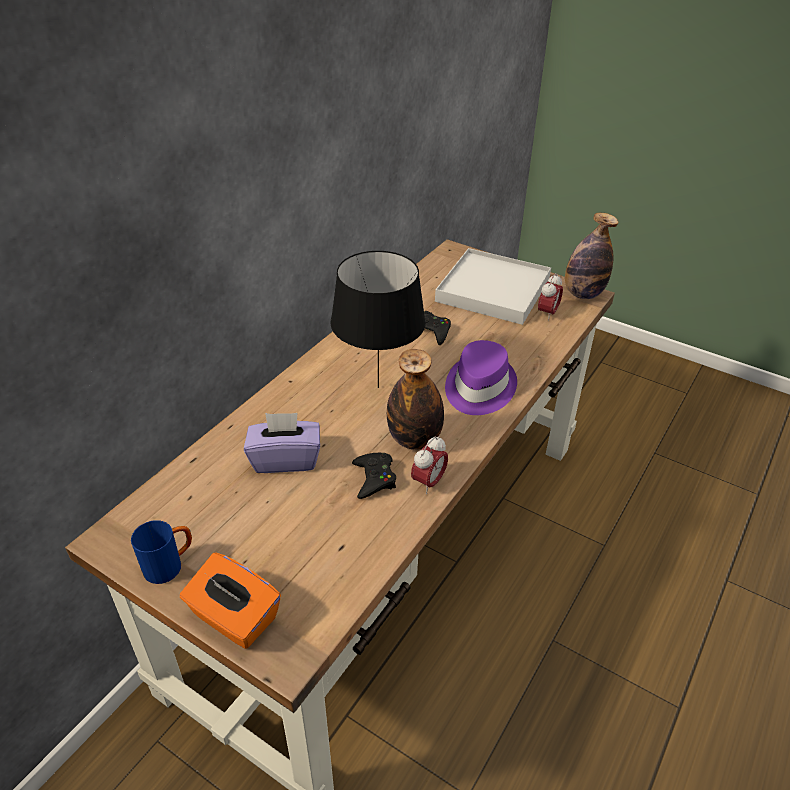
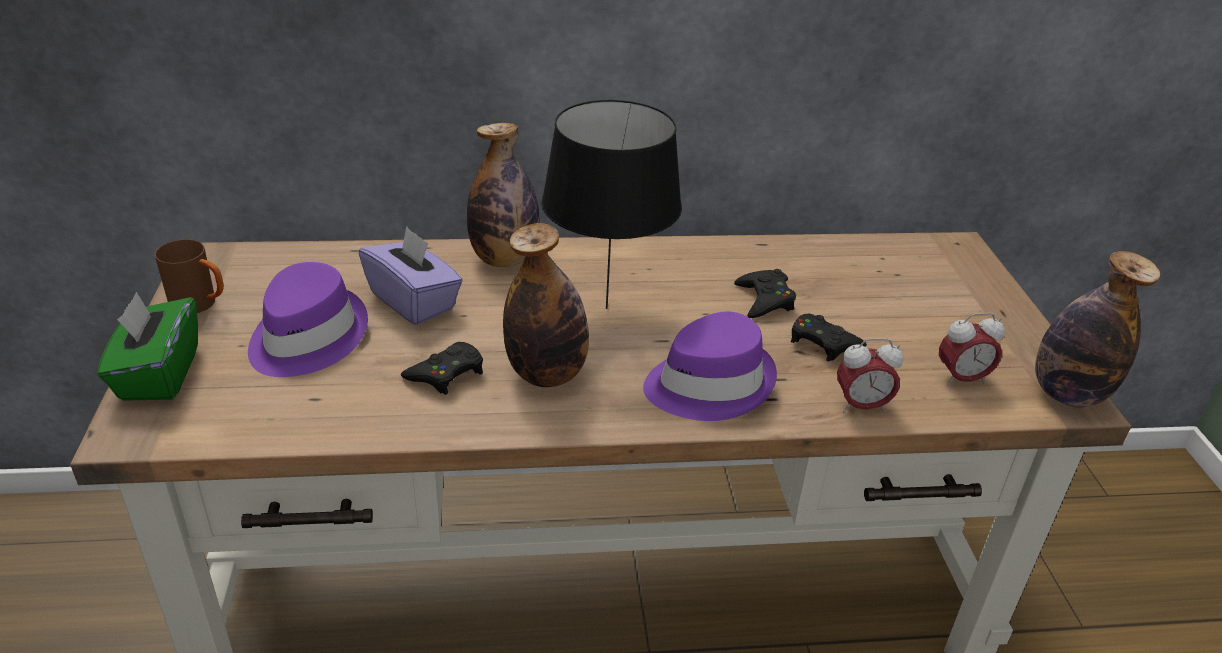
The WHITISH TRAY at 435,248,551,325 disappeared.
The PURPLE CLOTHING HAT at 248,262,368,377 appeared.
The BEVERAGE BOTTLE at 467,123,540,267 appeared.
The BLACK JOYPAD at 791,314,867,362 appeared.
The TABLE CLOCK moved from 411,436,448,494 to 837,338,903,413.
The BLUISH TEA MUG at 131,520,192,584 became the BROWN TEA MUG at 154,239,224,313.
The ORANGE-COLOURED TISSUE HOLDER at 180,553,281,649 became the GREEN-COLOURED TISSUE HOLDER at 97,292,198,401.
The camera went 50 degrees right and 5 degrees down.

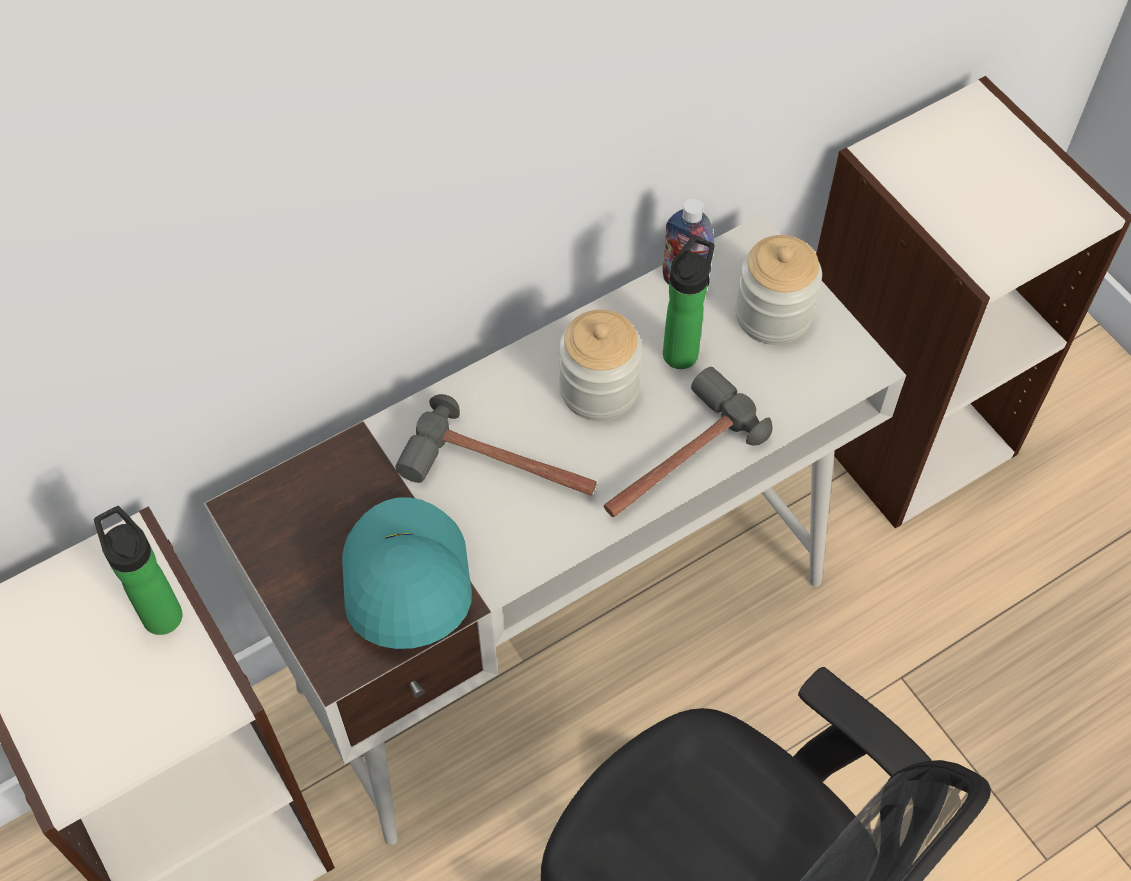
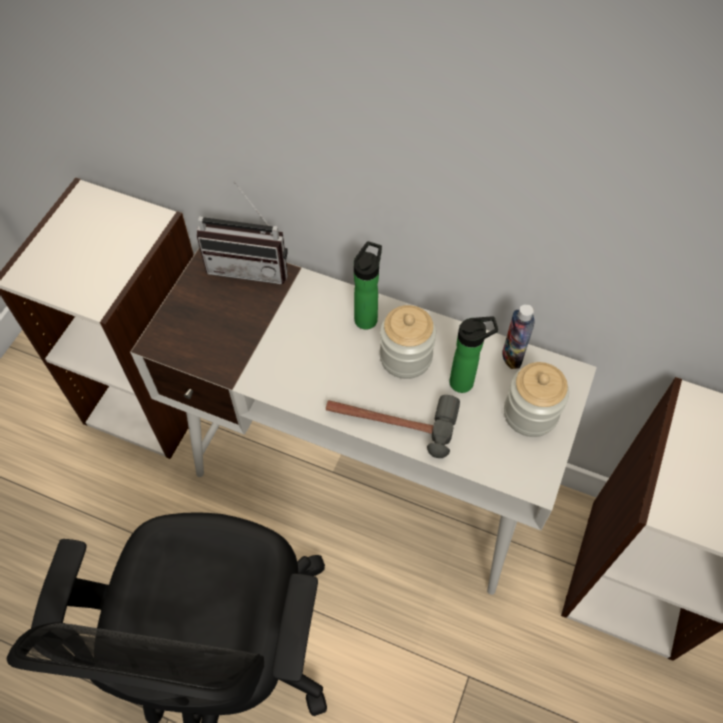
The BLUE-GREEN BASEBALL CAP at 342,497,472,649 disappeared.
The HAND HAMMER at 395,394,597,495 disappeared.
The RADIO at 197,181,288,284 appeared.
The BEVERAGE BOTTLE moved from 94,506,182,635 to 354,241,382,330.
The camera went 55 degrees right and 0 degrees up.

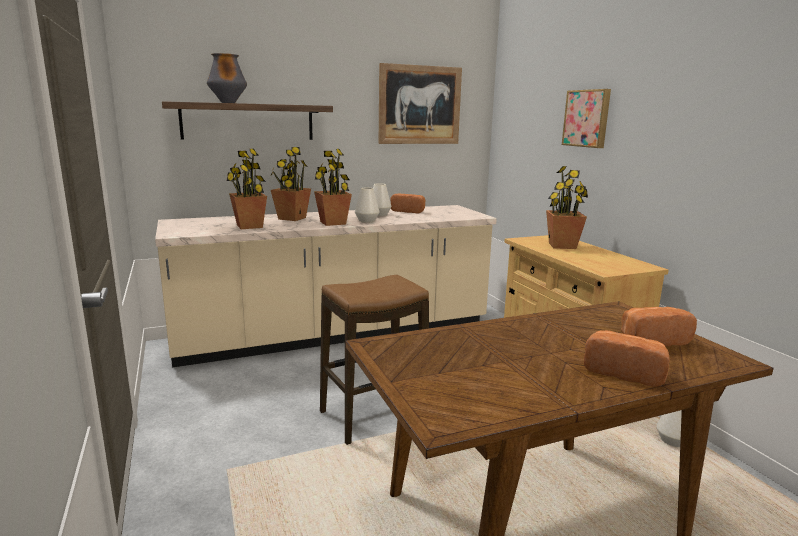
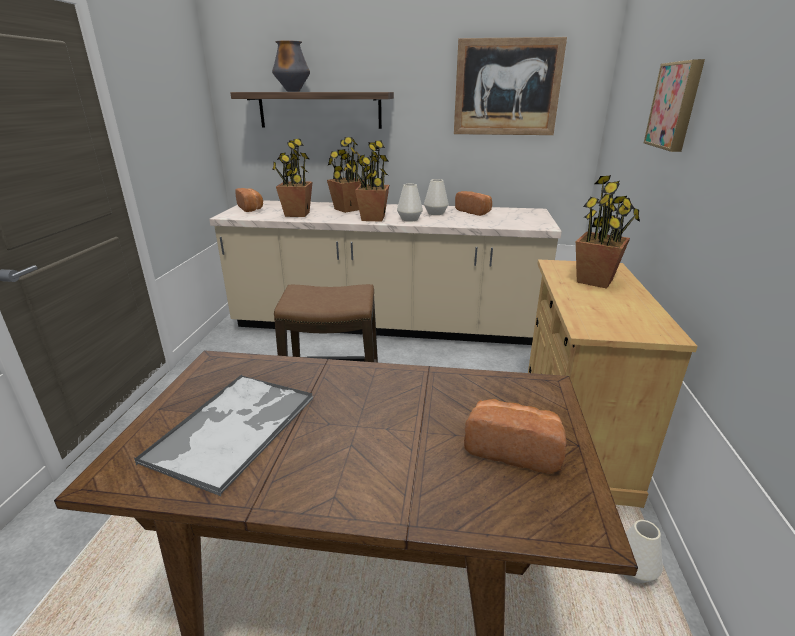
The TRAY at 134,374,314,496 appeared.
The BAKED BREAD moved from 584,330,670,387 to 235,188,263,212.
The camera went 30 degrees right and 10 degrees up.

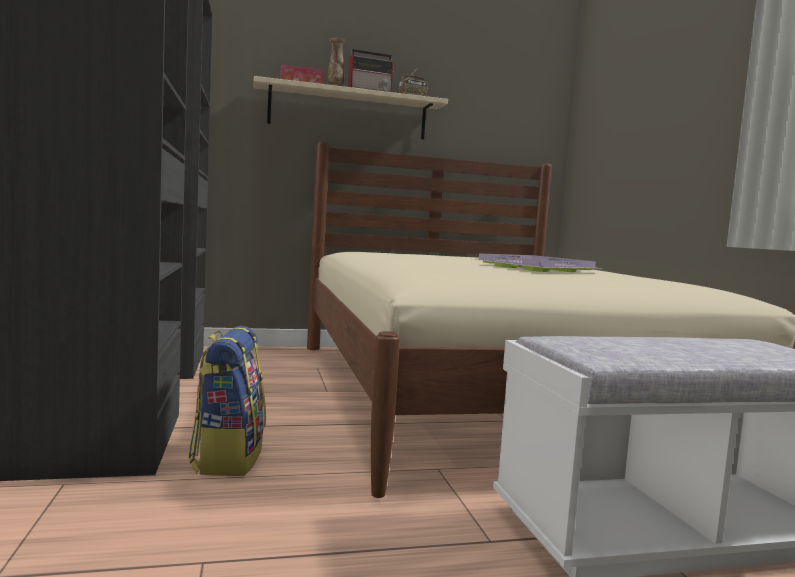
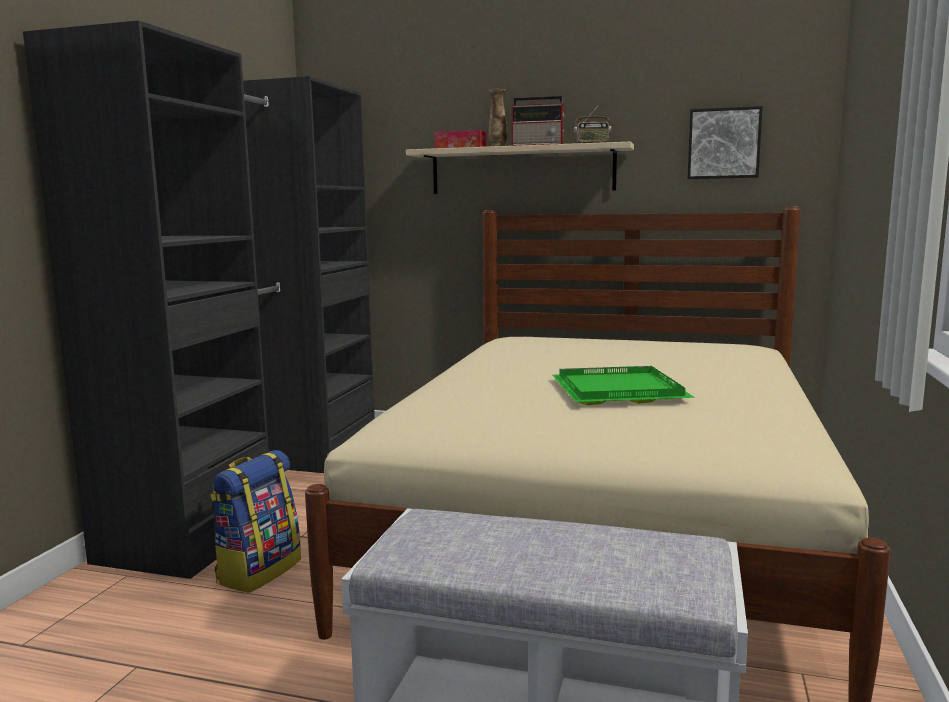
The PICTURE at 688,106,763,179 appeared.
The PURPLE TRAY at 474,253,604,272 became the GREEN-COLOURED TRAY at 552,366,695,405.
The camera went 30 degrees right and 5 degrees up.

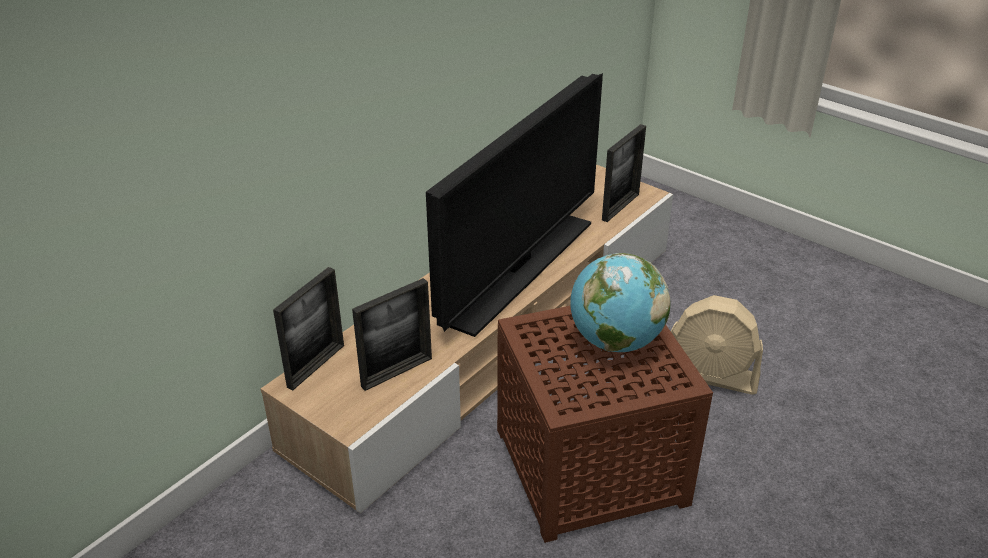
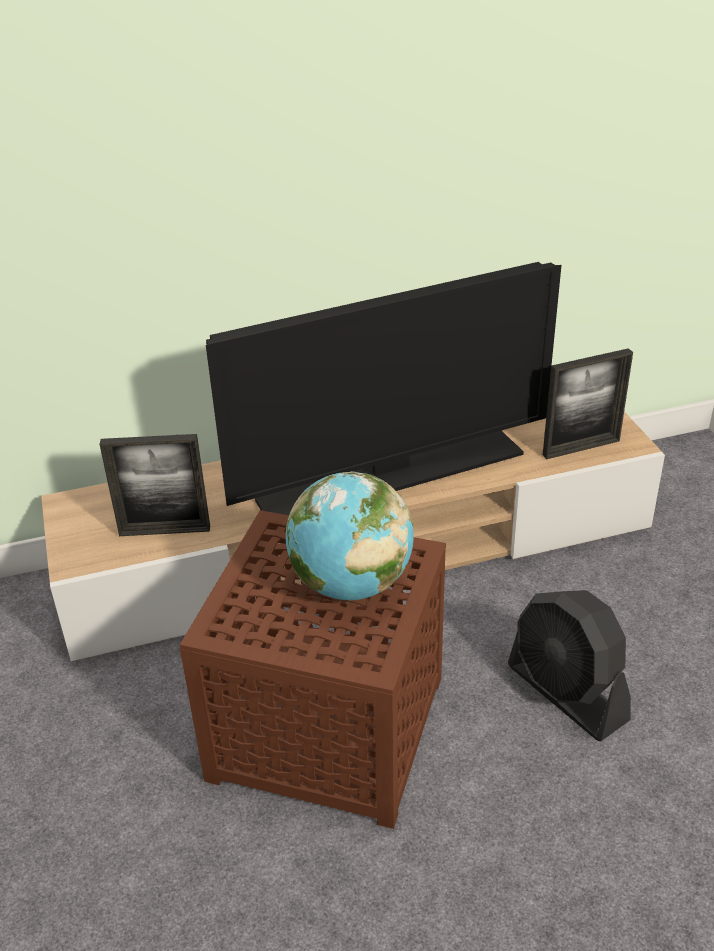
The PICTURE FRAME at 273,267,344,390 disappeared.
The SAND-COLOURED ELECTRIC FAN at 665,295,763,394 became the BLACK ELECTRIC FAN at 508,590,630,741.
The camera went 35 degrees right and 0 degrees up.

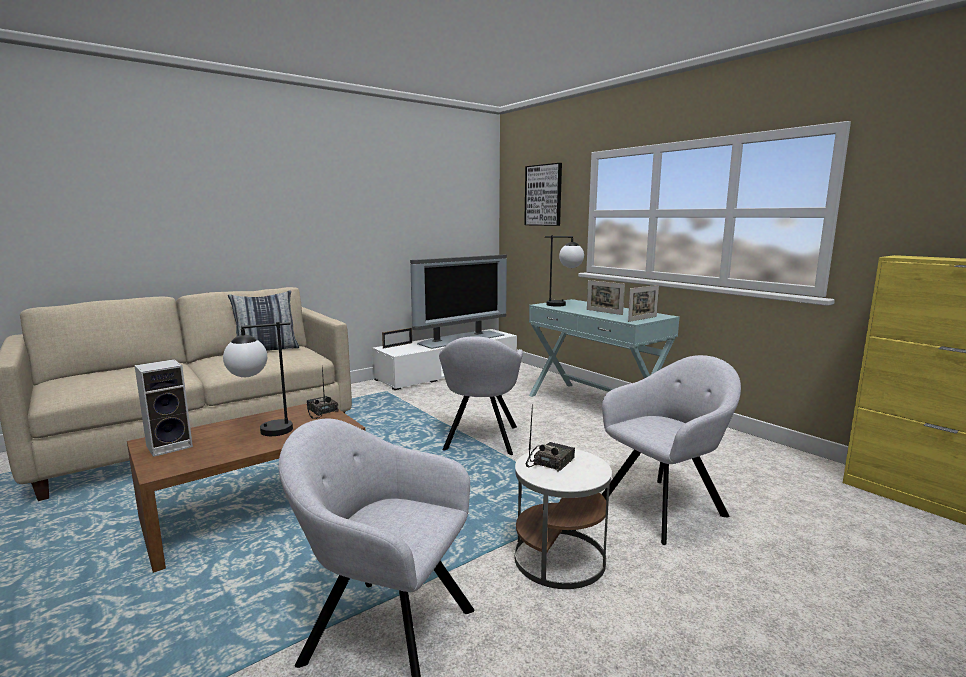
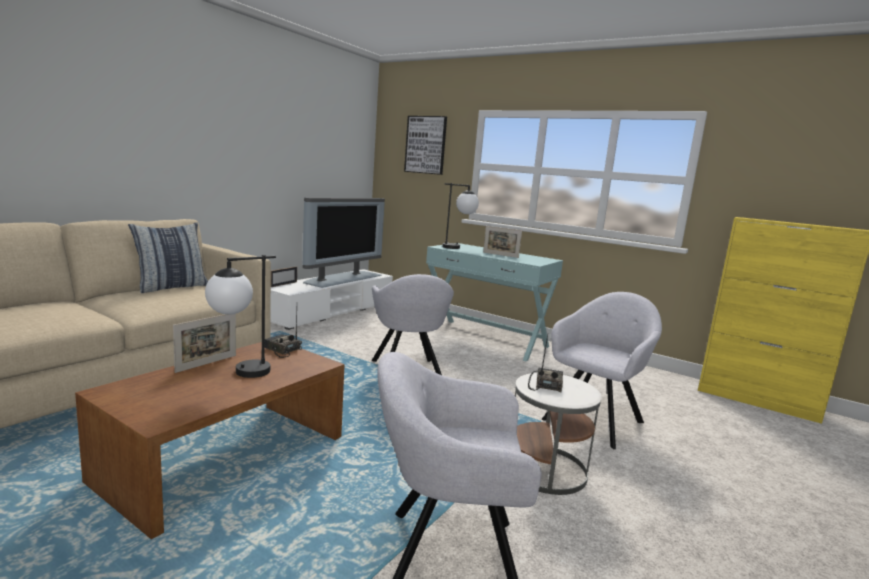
The SPEAKER at 134,359,193,457 disappeared.
The PICTURE FRAME moved from 628,285,659,322 to 173,314,236,373.
The camera went 20 degrees left and 0 degrees up.

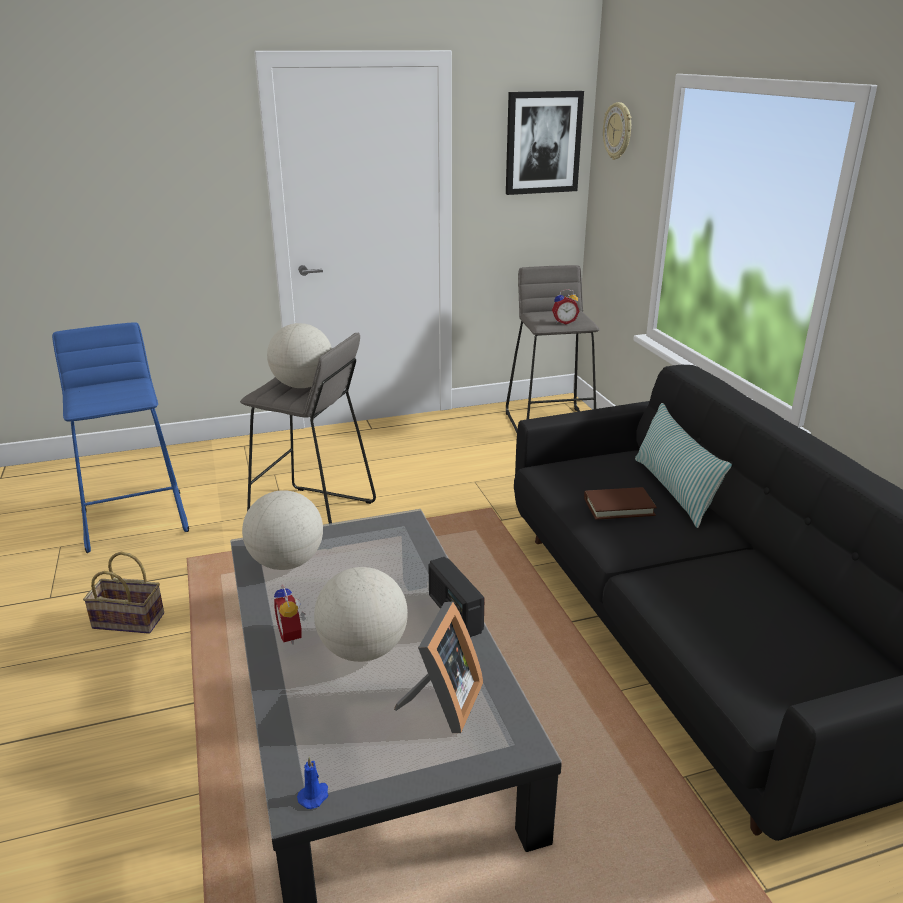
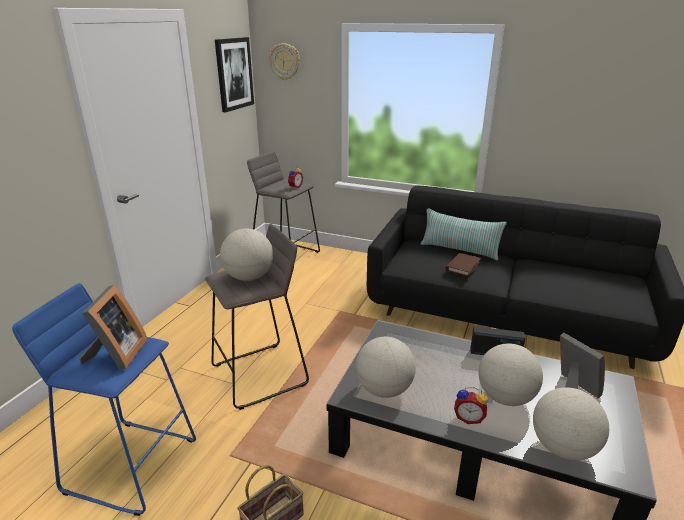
The BLUISH WAX CANDLE at 297,757,328,809 disappeared.
The PICTURE FRAME at 79,285,147,370 appeared.
The DESK GLOBE at 533,387,609,461 appeared.
The camera went 50 degrees left and 0 degrees up.

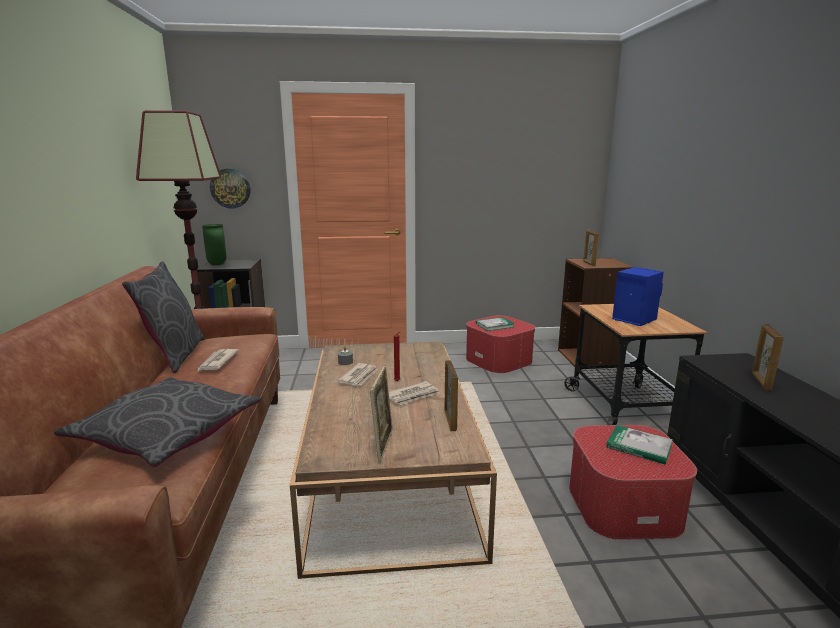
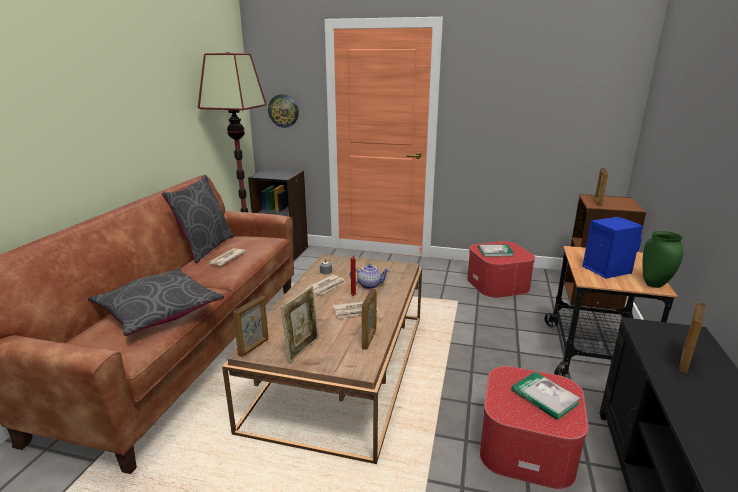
The PICTURE FRAME at 233,296,268,357 appeared.
The TEAPOT at 350,264,389,289 appeared.
The GREEN-COLOURED FLOWER VASE moved from 202,224,226,265 to 643,231,683,288.
The camera went 20 degrees right and 5 degrees up.

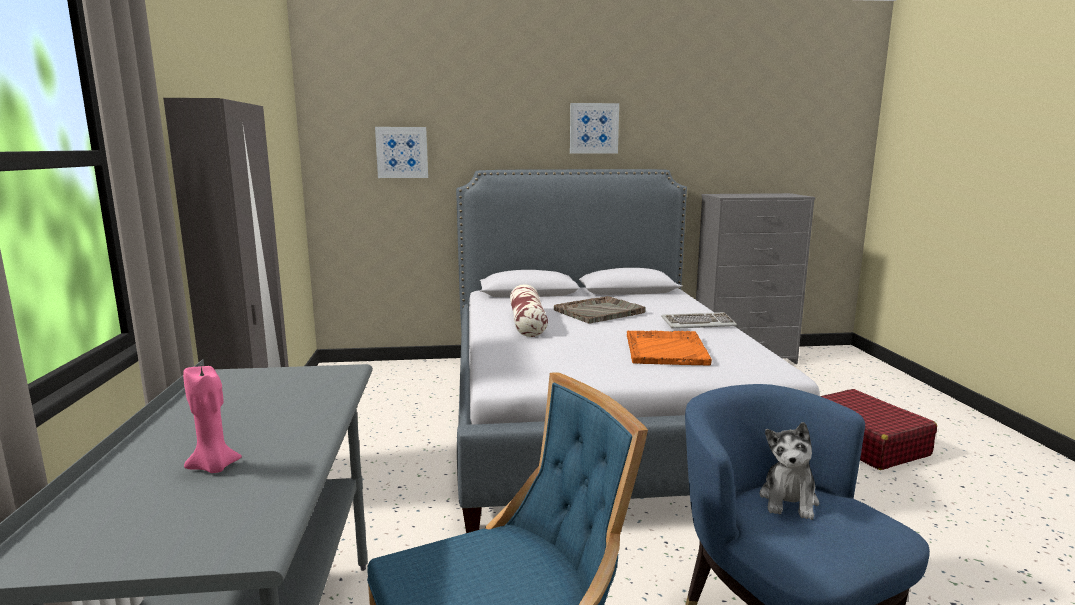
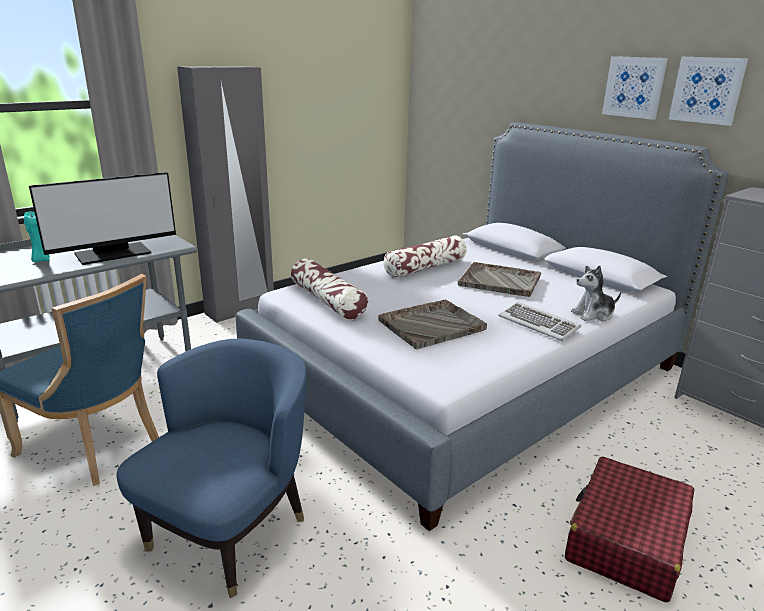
The COMPUTER SCREEN at 29,172,176,265 appeared.
The PILLOW at 291,258,368,320 appeared.
The PICTURE moved from 375,127,428,178 to 669,57,748,126.
The PLUSH TOY moved from 759,422,819,520 to 571,265,621,321.
The PINKISH WAX CANDLE at 183,366,242,473 became the BLUE-GREEN WAX CANDLE at 24,212,50,262.
The ORANGE-COLOURED TRAY at 627,331,712,366 became the GREY TRAY at 378,299,487,349.
The camera went 55 degrees right and 10 degrees up.

